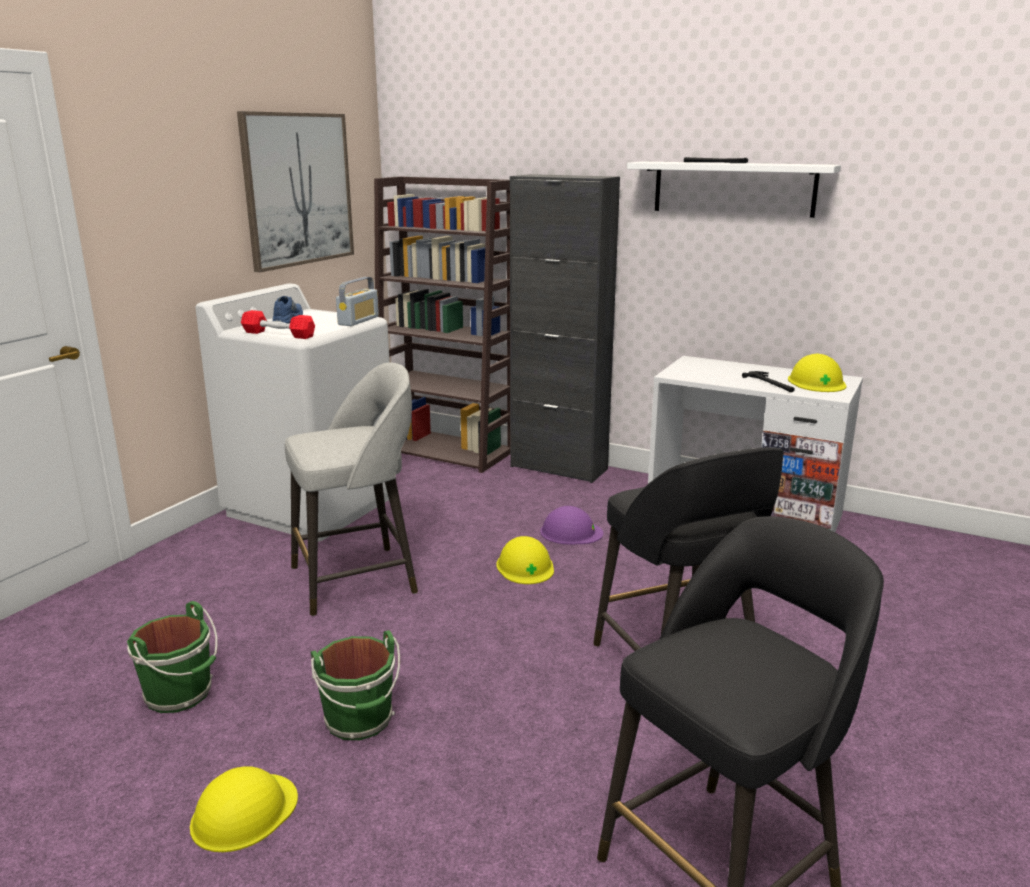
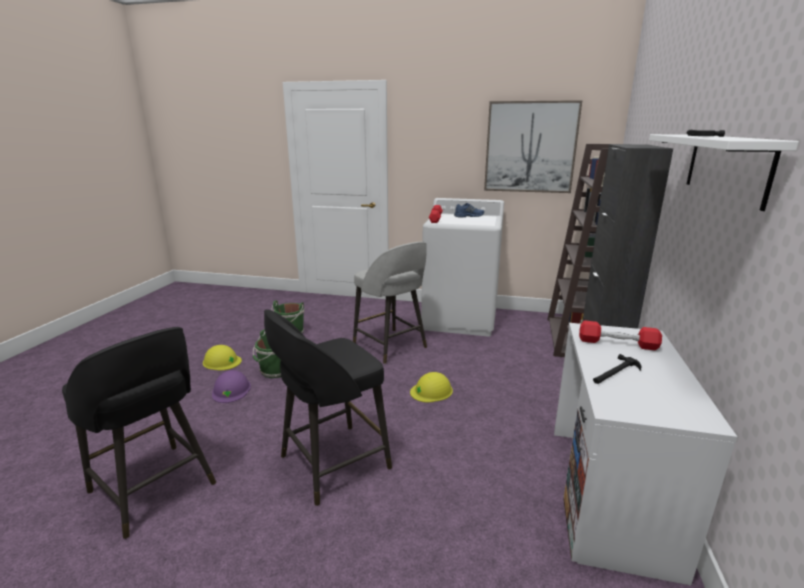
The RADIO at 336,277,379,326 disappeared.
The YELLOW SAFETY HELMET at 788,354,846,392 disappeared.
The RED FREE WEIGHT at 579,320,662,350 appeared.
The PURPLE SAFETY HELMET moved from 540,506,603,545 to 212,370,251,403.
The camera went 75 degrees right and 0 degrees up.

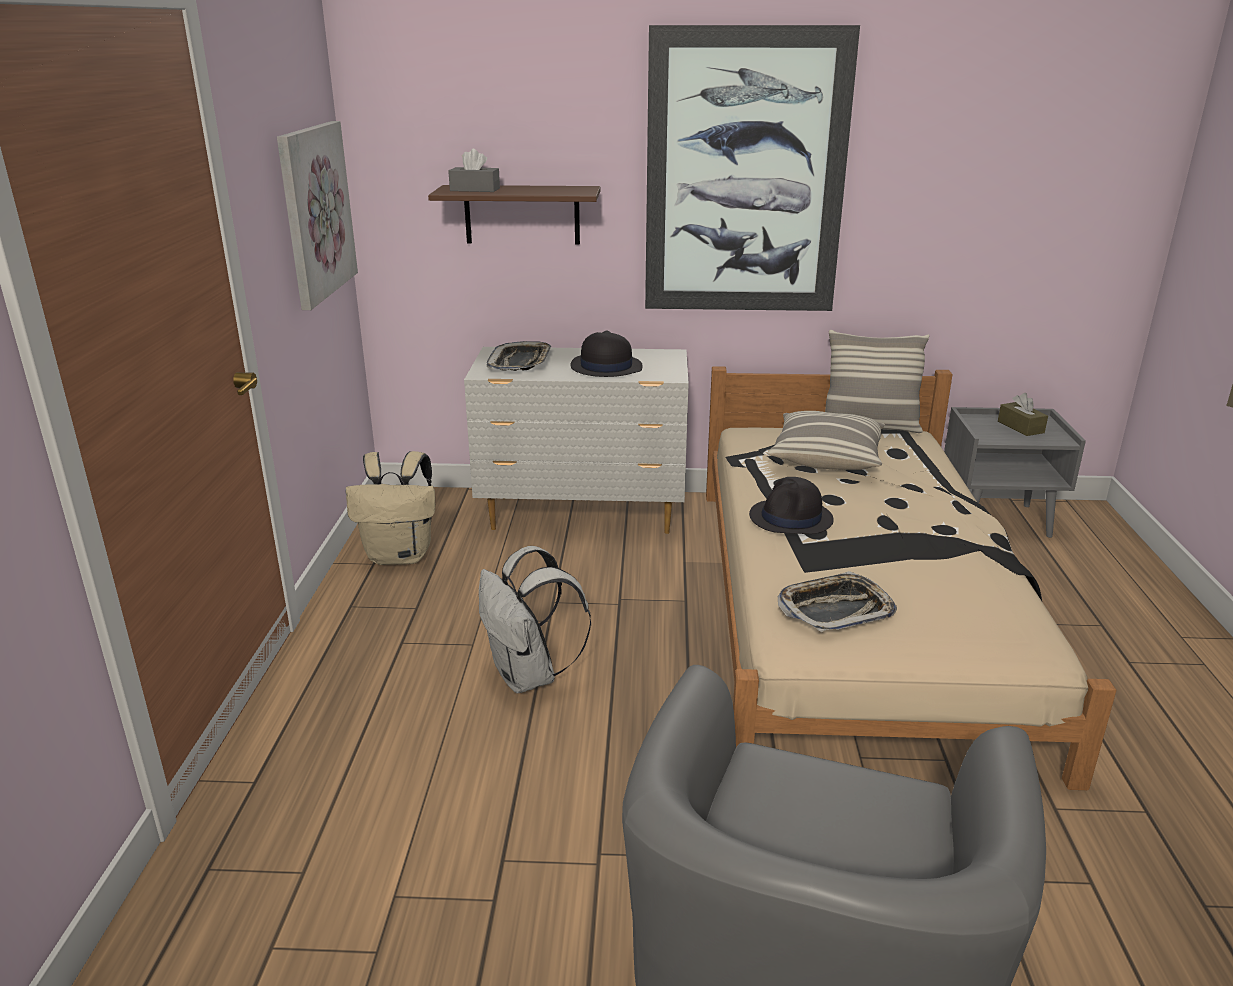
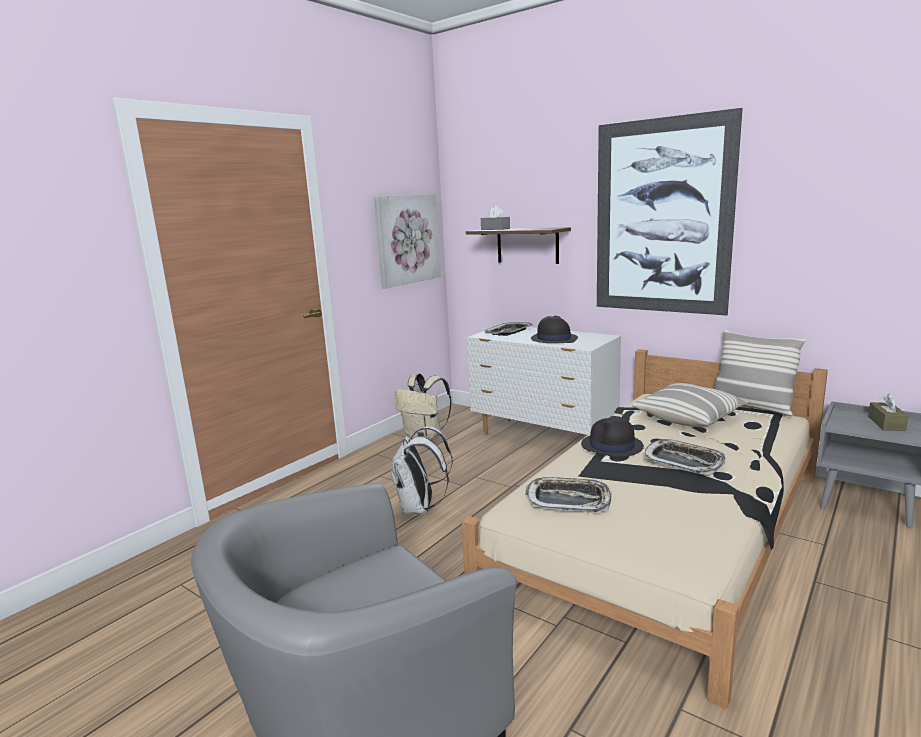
The TRAY at 645,439,726,474 appeared.
The camera went 35 degrees right and 10 degrees down.

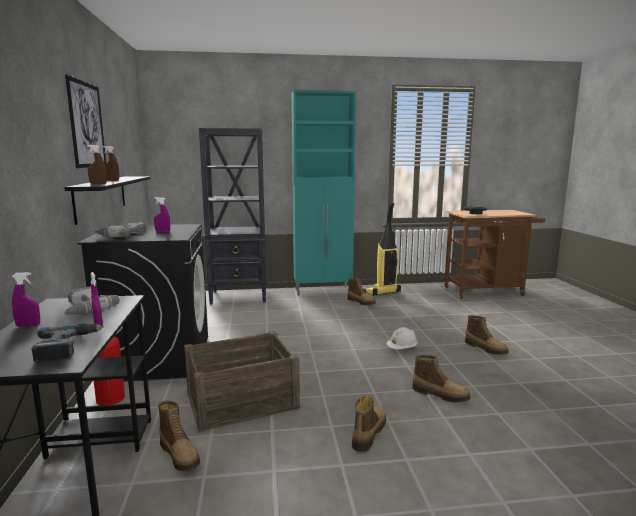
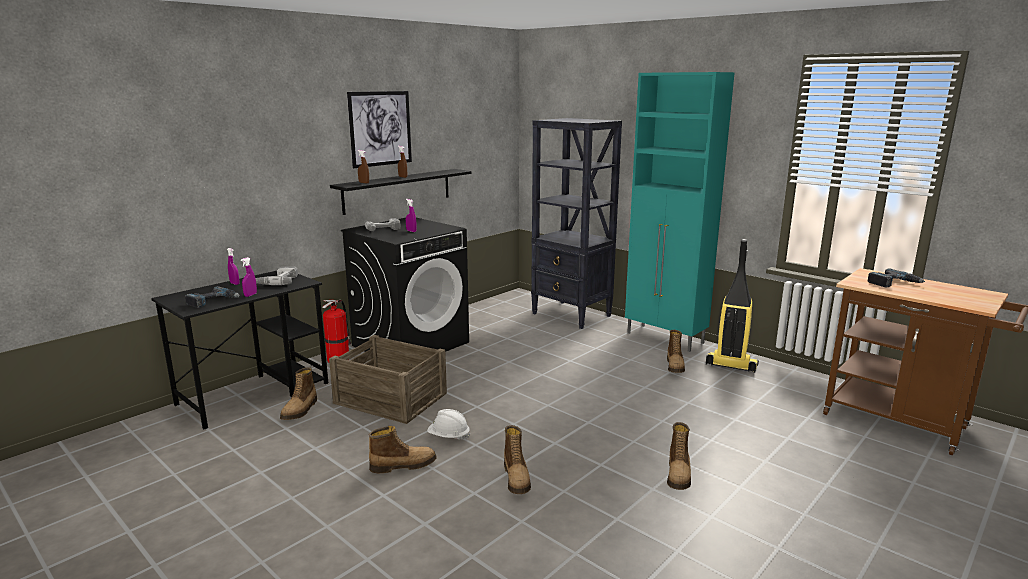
The WHITISH SAFETY HELMET moved from 386,327,418,349 to 427,409,470,440.
The camera went 50 degrees right and 5 degrees up.

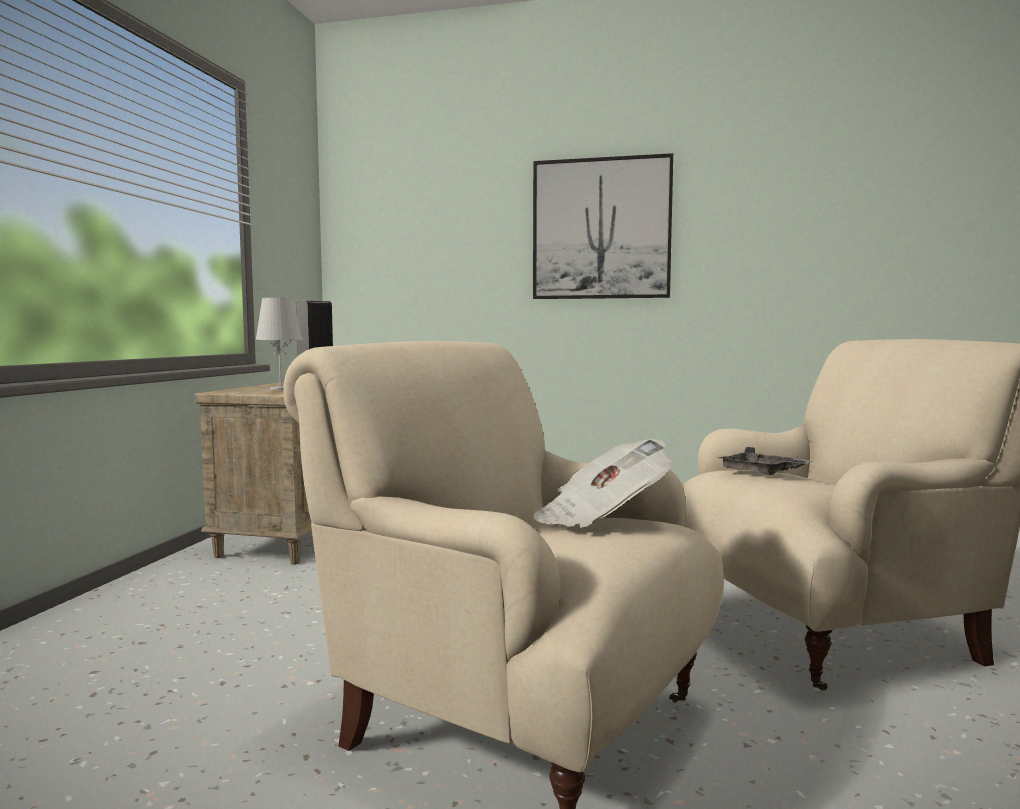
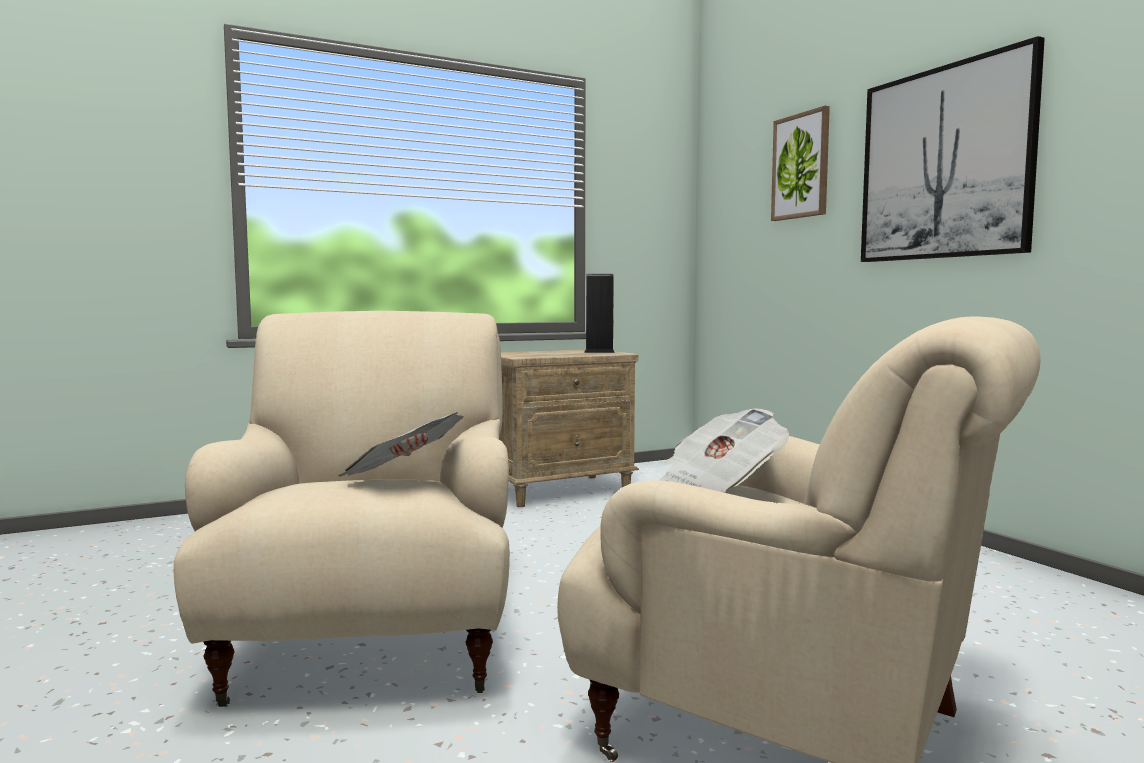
The WHITISH TABLETOP LAMP at 255,298,303,390 disappeared.
The PICTURE at 771,106,830,221 appeared.
The GREY TRAY at 719,447,813,475 was replaced by the DAILY PAPER at 660,408,789,493.
The camera went 50 degrees right and 0 degrees up.

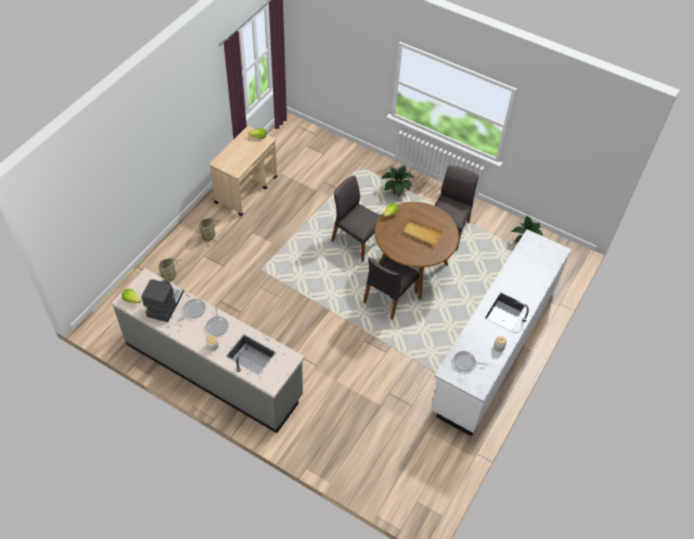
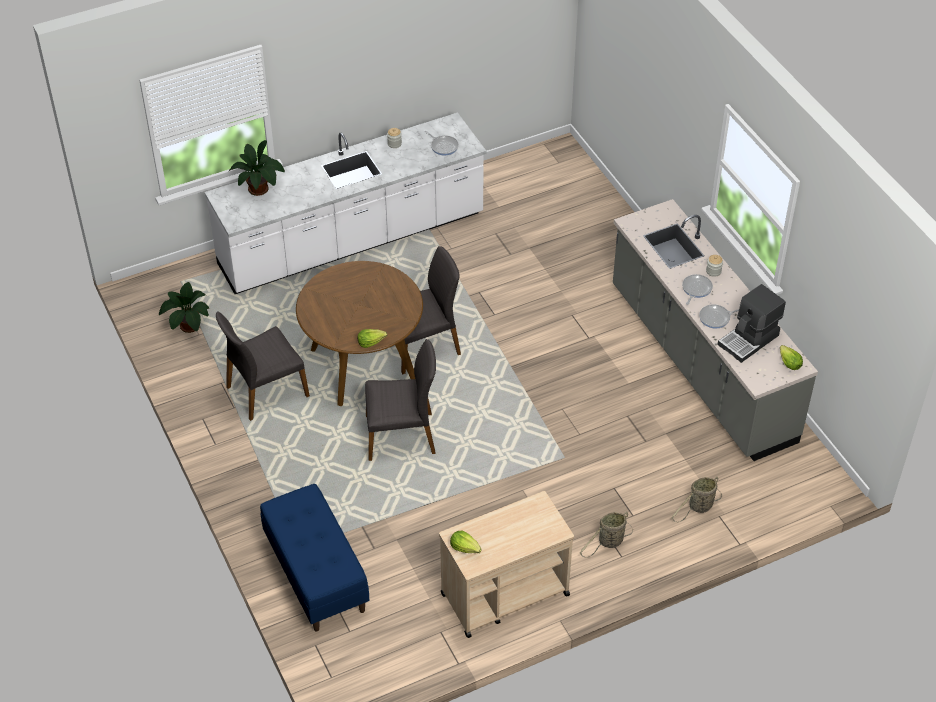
The SAND-COLOURED TRAY at 402,219,443,246 disappeared.
The BLUISH INDOOR BENCH at 260,484,369,631 appeared.
The HOUSEPLANT moved from 381,166,414,197 to 229,140,285,196.
The GREY CHAIR at 331,176,381,262 turned 75 degrees counterclockwise.
The camera went 145 degrees left and 5 degrees down.

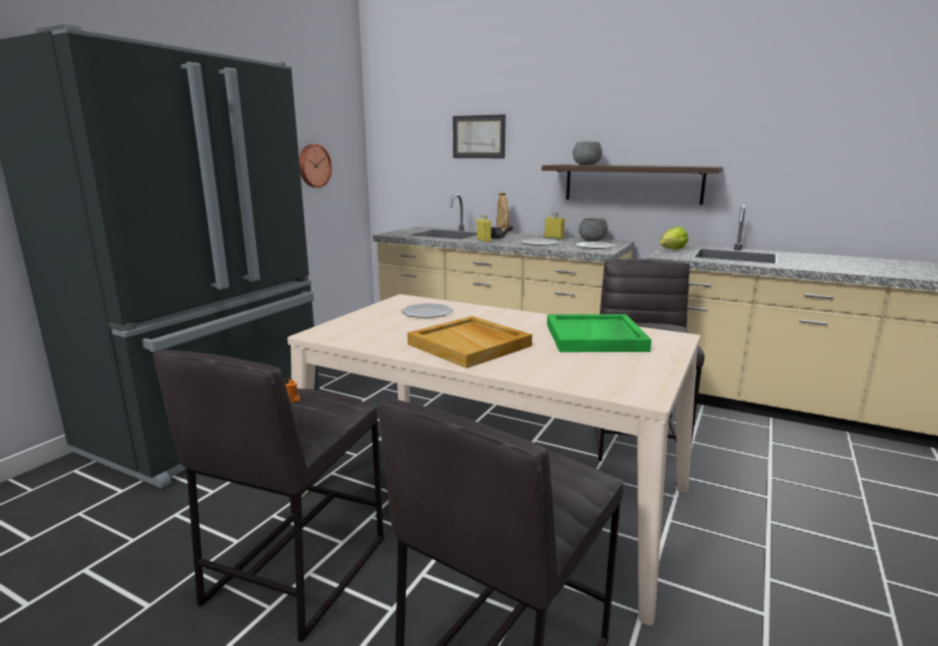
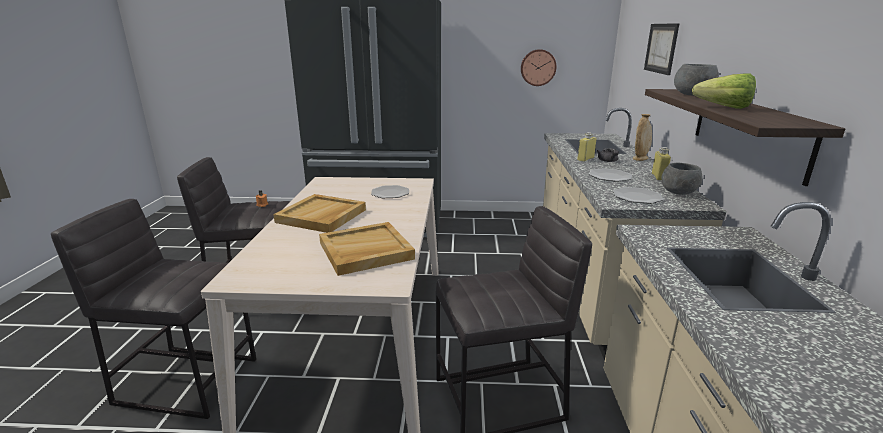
The LETTUCE moved from 660,226,688,249 to 692,73,756,109.
The GREEN-COLOURED TRAY at 547,314,651,352 became the SAND-COLOURED TRAY at 319,222,415,276.
The camera went 65 degrees right and 5 degrees up.

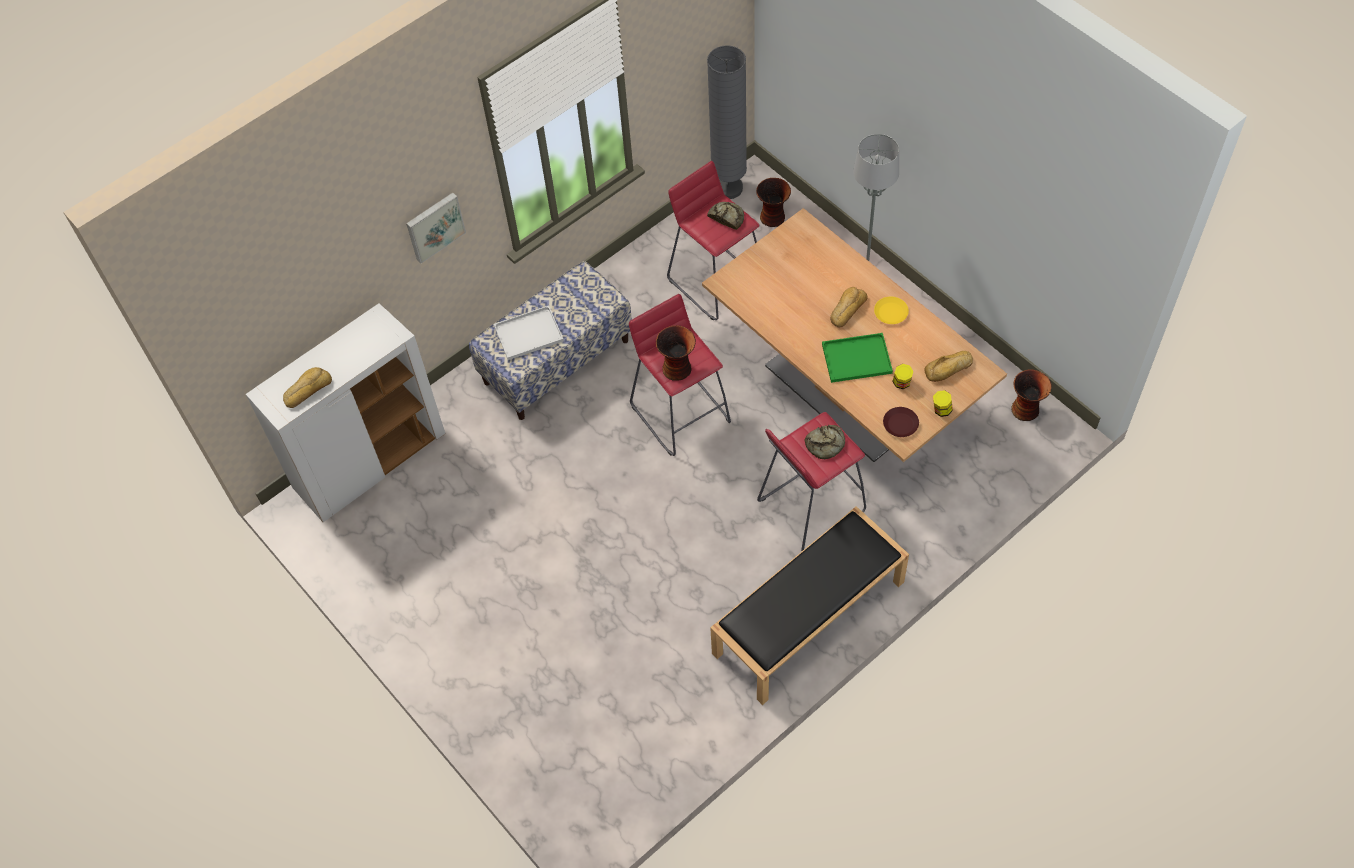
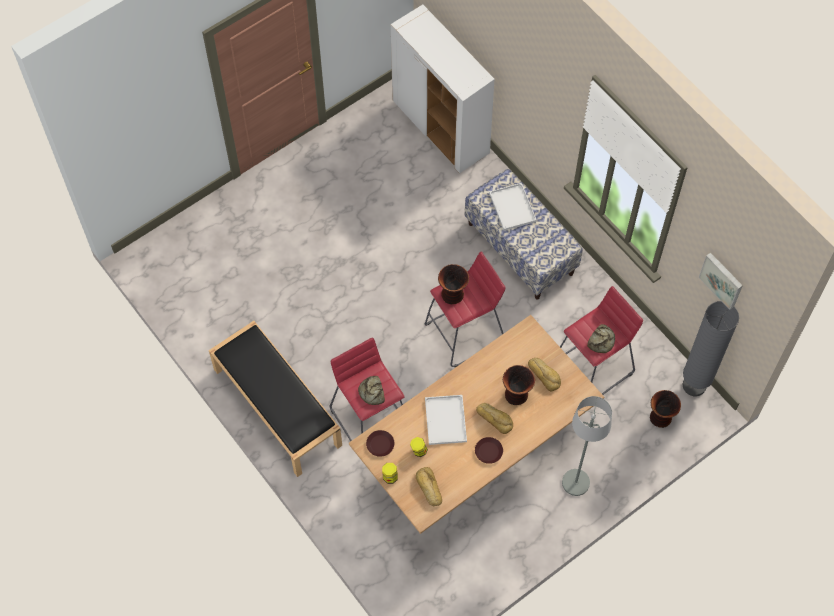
The BAKED BREAD moved from 283,367,332,408 to 528,358,561,391.
The PICTURE moved from 406,193,466,263 to 699,252,743,310.
The FLOWER VASE moved from 1011,369,1052,421 to 503,365,535,405.
The GREEN-COLOURED TRAY at 822,333,893,383 became the WHITISH TRAY at 425,395,467,445.
The YELLOW PLATE at 874,296,909,324 became the BROWN PLATE at 475,437,503,464.
The camera went 90 degrees right and 5 degrees up.

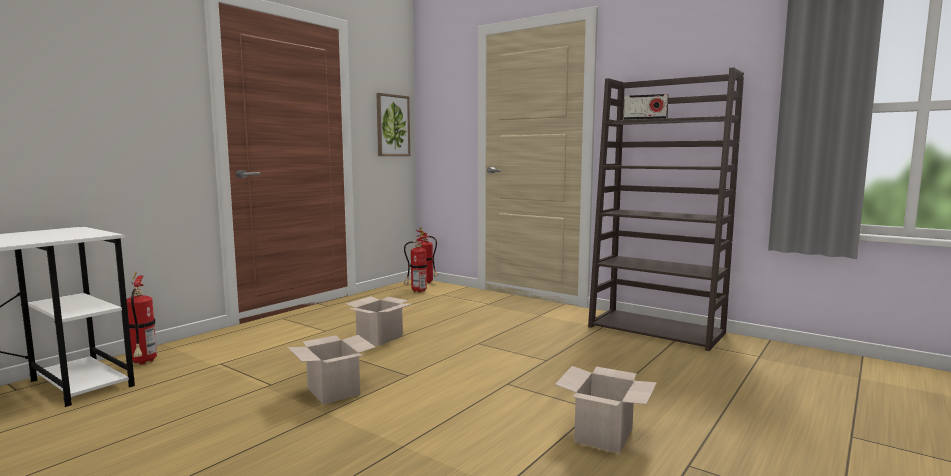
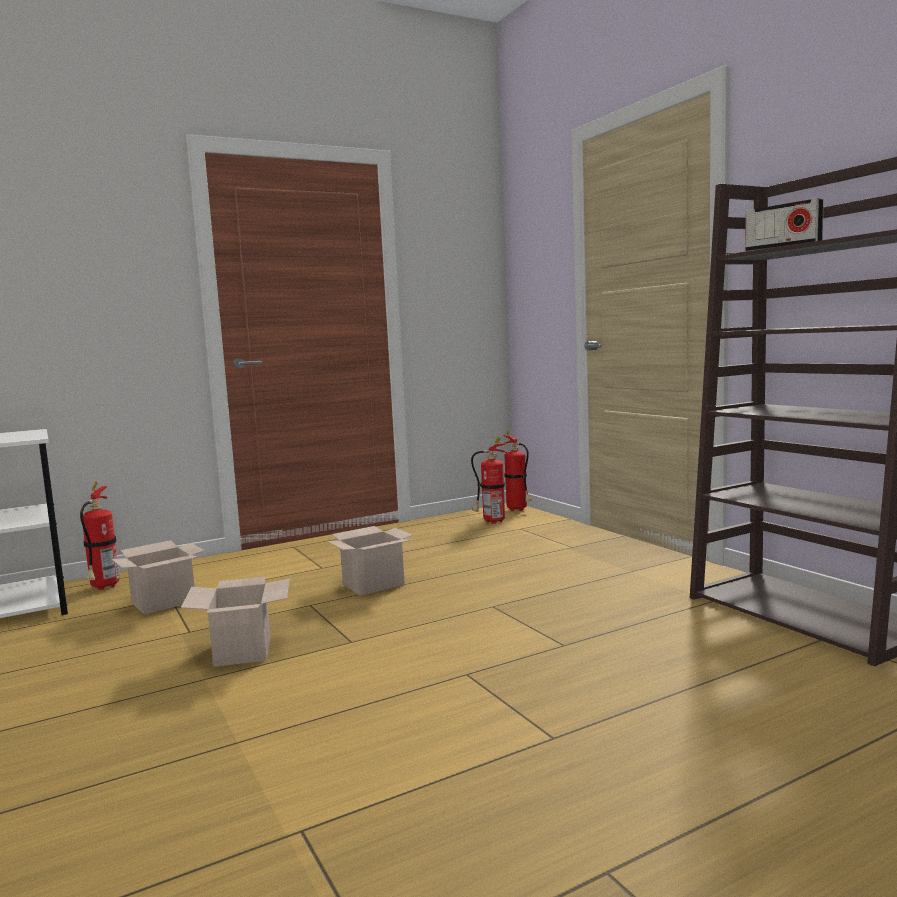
The PICTURE at 376,93,410,156 disappeared.
The CARDBOARD BOX moved from 555,366,657,453 to 111,540,205,615.
The camera went 25 degrees right and 0 degrees up.

